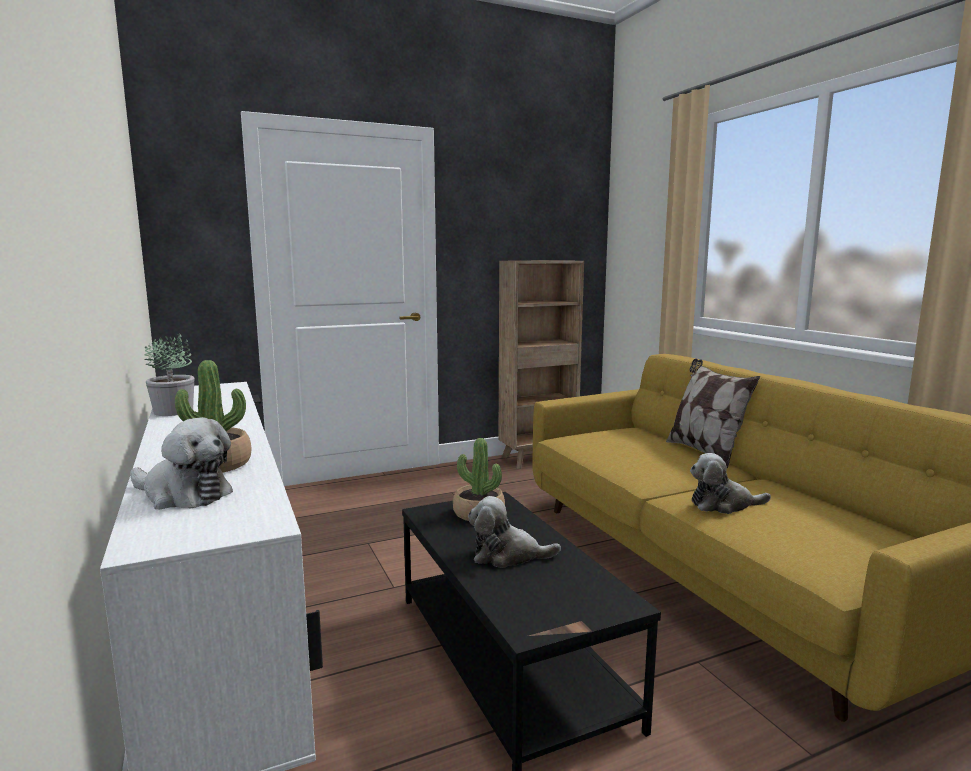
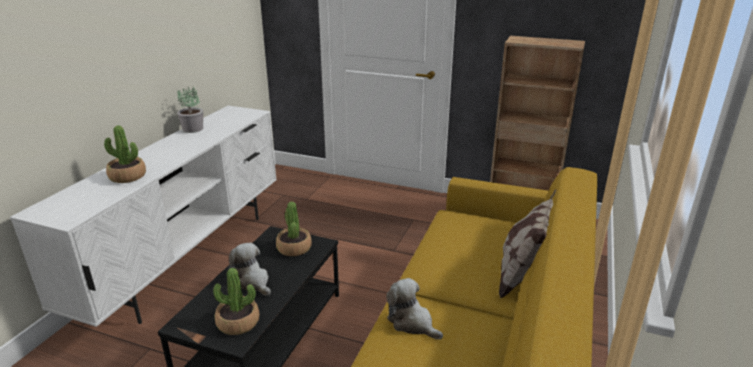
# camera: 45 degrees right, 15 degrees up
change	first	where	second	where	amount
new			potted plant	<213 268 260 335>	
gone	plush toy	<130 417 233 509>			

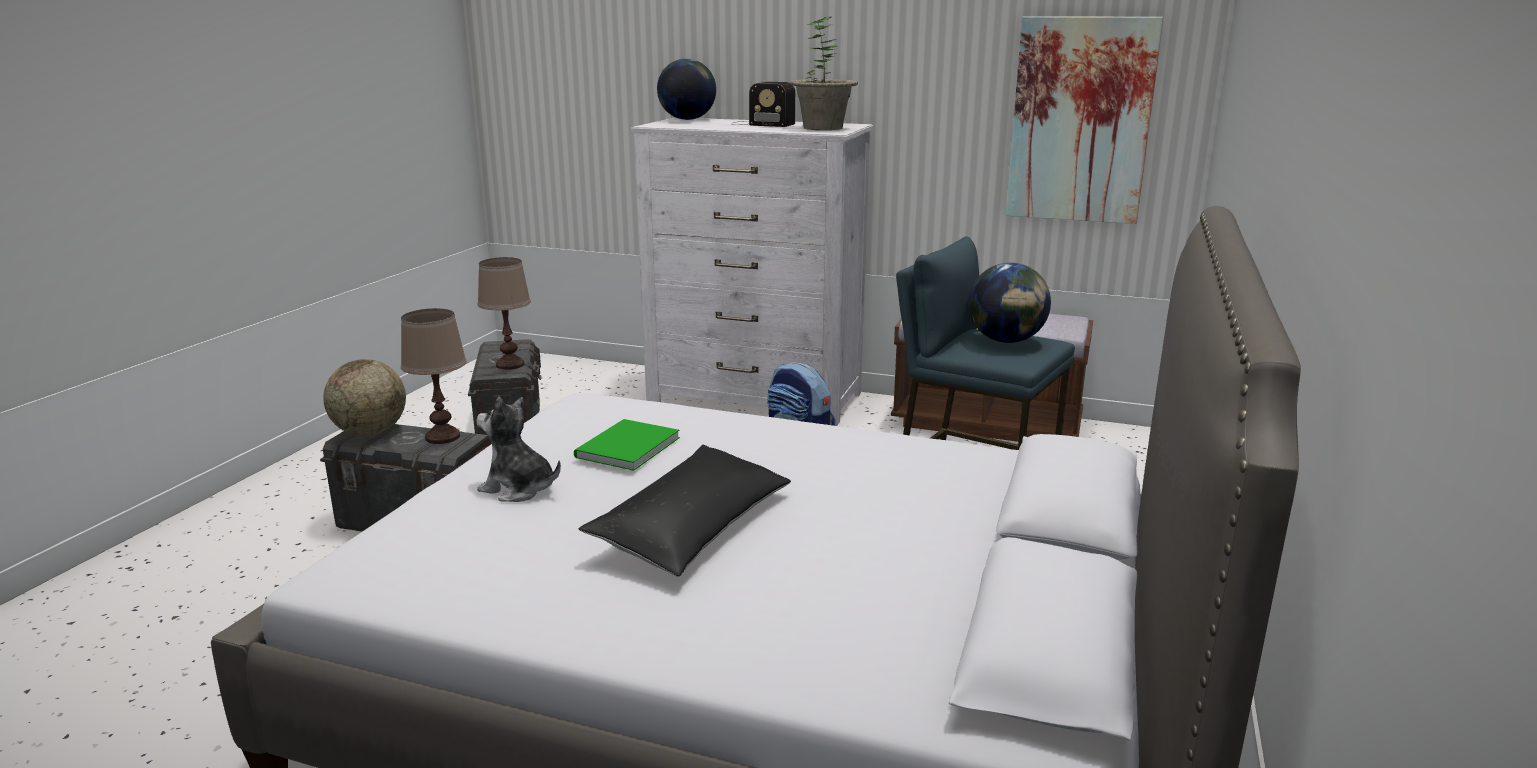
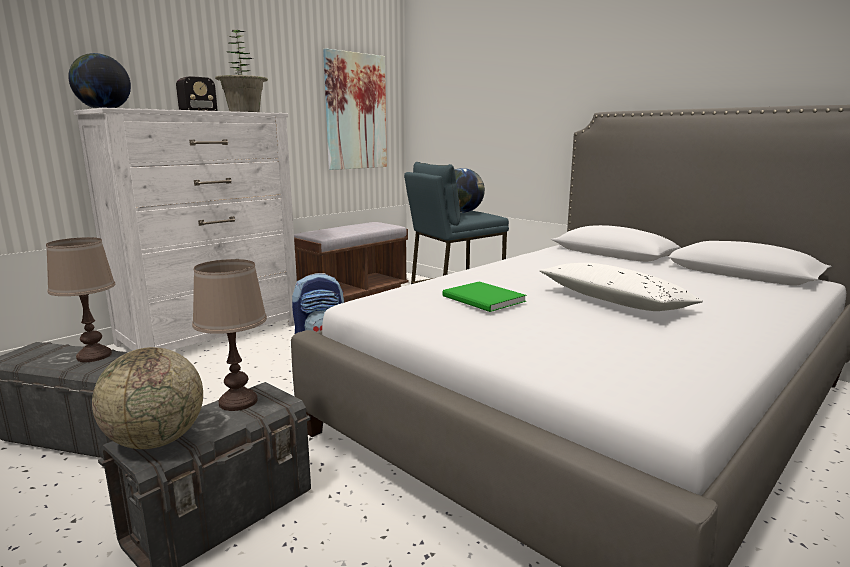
# camera: 65 degrees left, 5 degrees down
change	first	where	second	where	amount
repainted	black pillow	<578 445 791 577>	white pillow	<539 263 703 311>	
gone	plush toy	<476 397 561 502>			

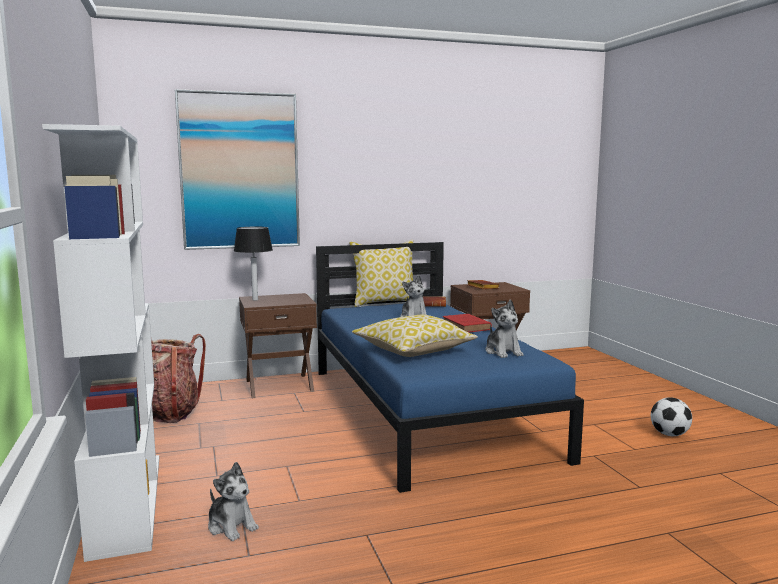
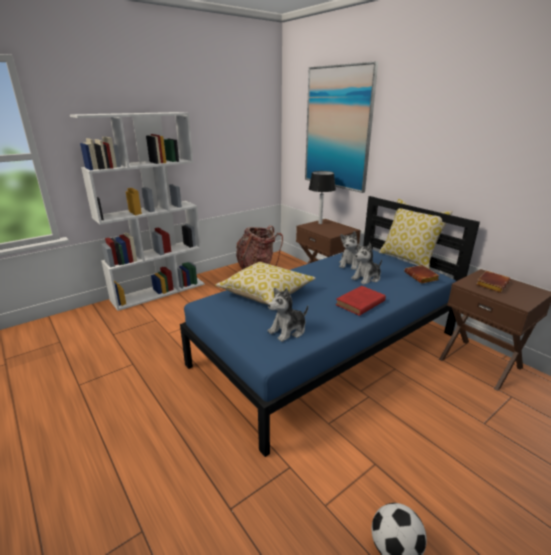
# camera: 70 degrees right, 15 degrees up
change	first	where	second	where	amount
shifted	plush toy	<208 462 259 541>		<339 231 360 270>	

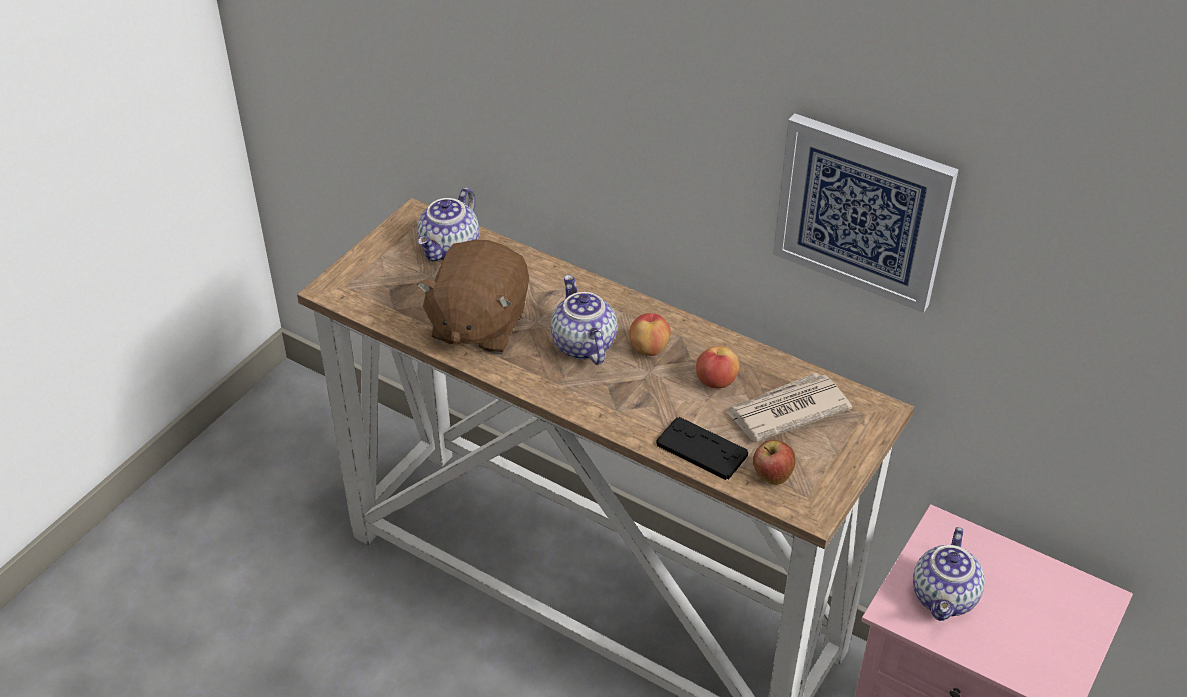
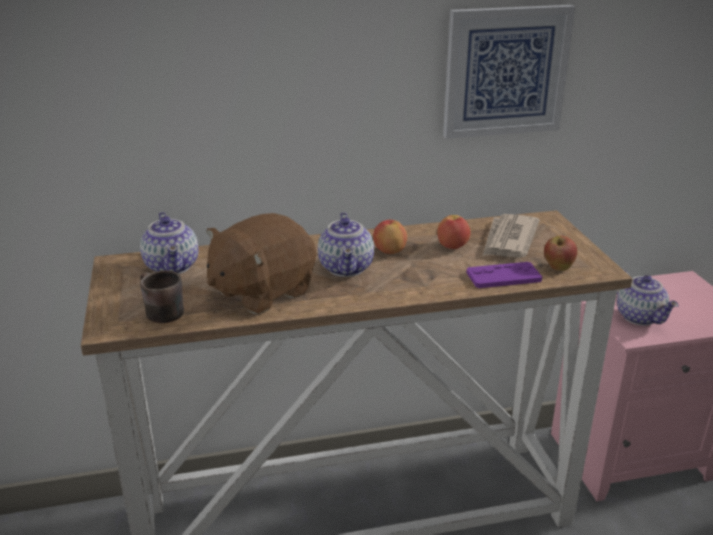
# camera: 45 degrees left, 15 degrees down
change	first	where	second	where	amount
new			brown mug	<140 270 184 323>	
rotated	brown plush toy	<417 239 529 353>		<206 213 316 314>	75 degrees clockwise
rotated	teapot	<551 275 617 365>		<318 212 374 277>	120 degrees counterclockwise
repainted	black game controller	<656 417 748 480>	purple game controller	<466 262 542 288>	

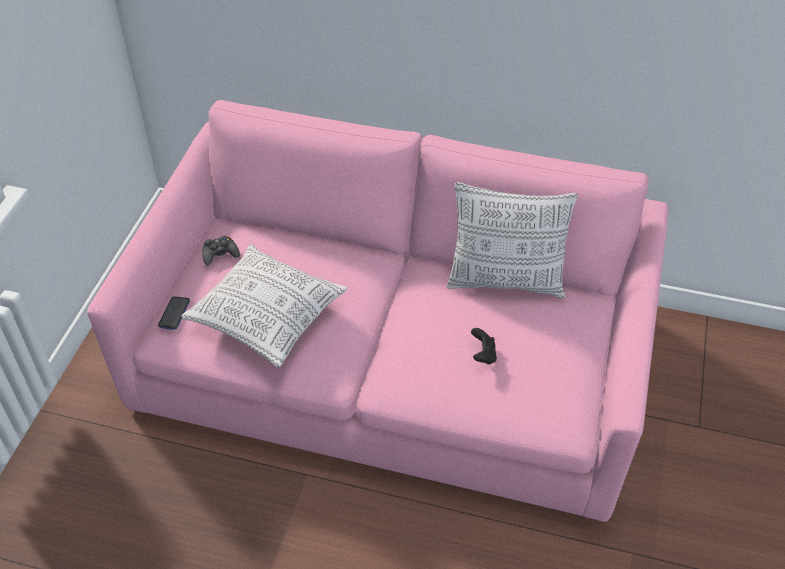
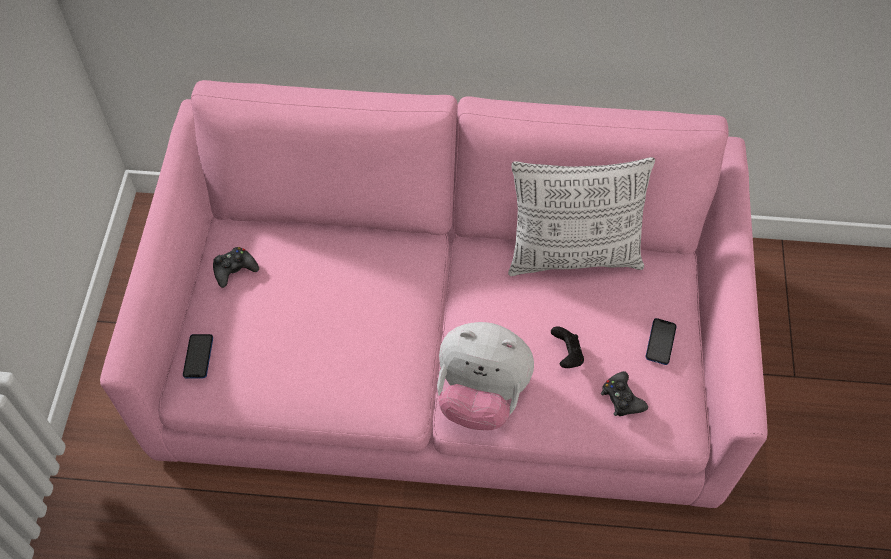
# camera: 10 degrees left, 10 degrees up
change	first	where	second	where	amount
new			plush toy	<437 322 534 430>	
new			black game controller	<601 371 648 416>	
new			phone	<645 318 677 365>	
gone	pillow	<181 244 347 368>			

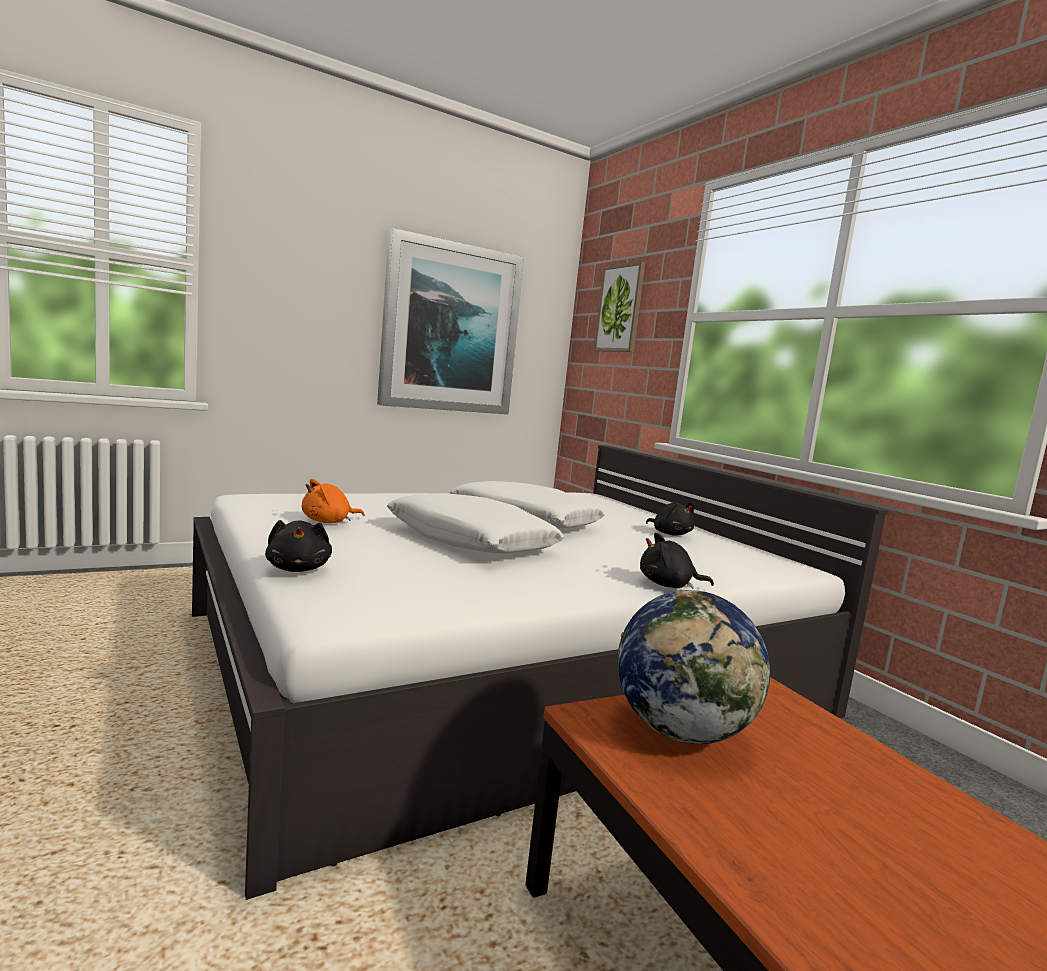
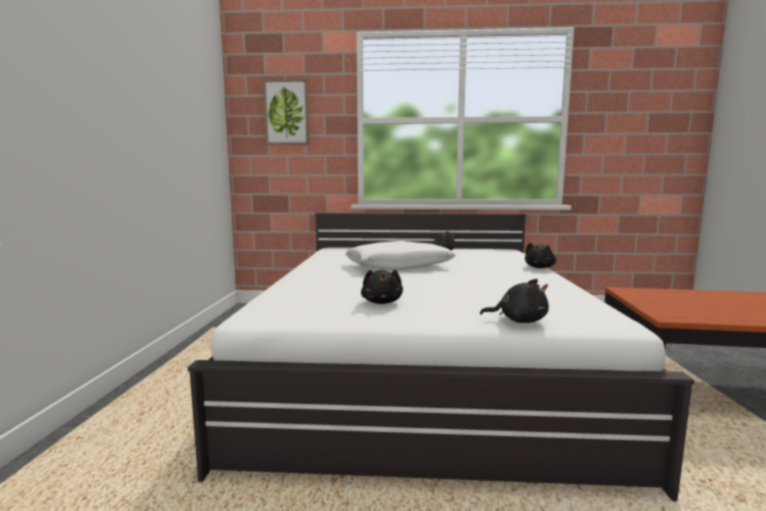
# camera: 55 degrees left, 0 degrees up
change	first	where	second	where	amount
repainted	orange plush toy	<302 479 365 523>	black plush toy	<361 269 403 304>	
gone	picture	<377 228 524 414>			
gone	white pillow	<387 494 565 554>			
gone	globe	<617 590 770 744>			

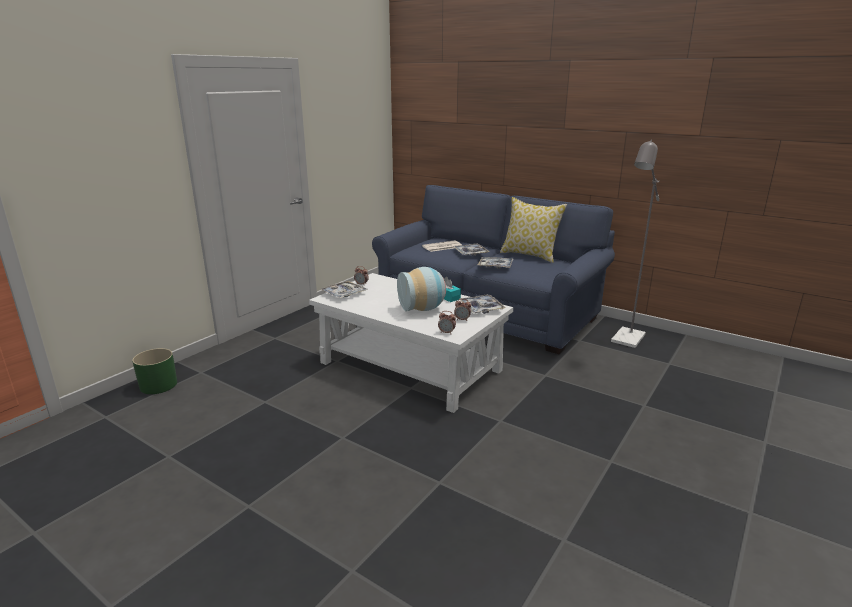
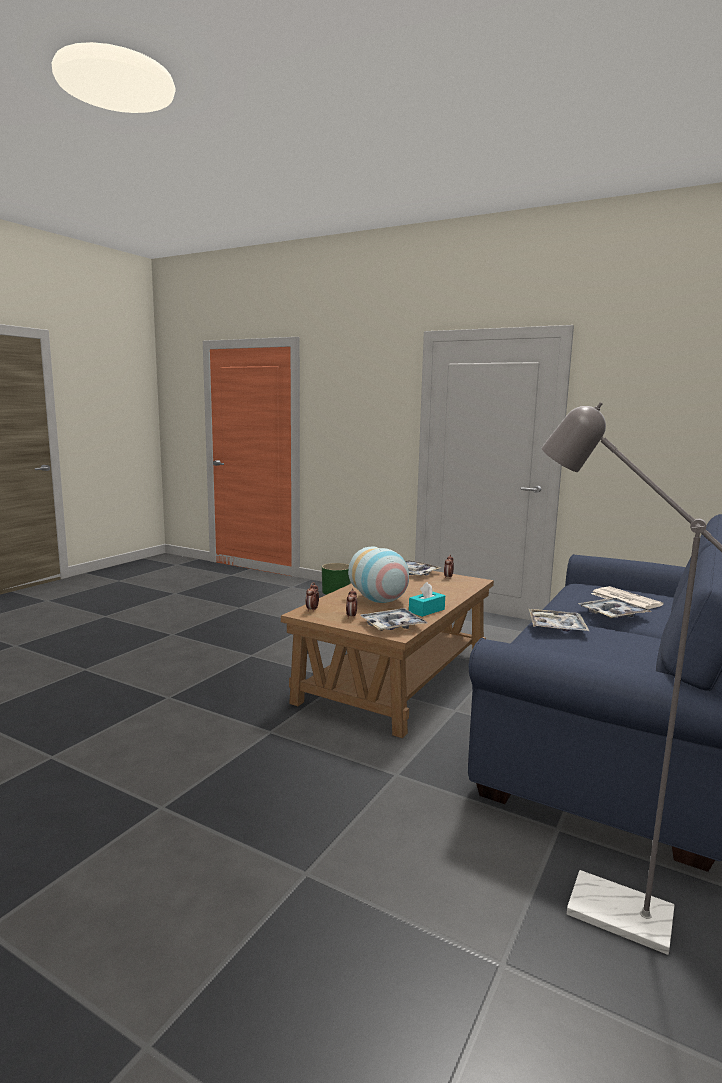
# camera: 85 degrees right, 10 degrees down
change	first	where	second	where	amount
repainted	white coffee table	<309 273 513 413>	brown coffee table	<281 571 494 738>	
gone	pillow	<500 197 567 263>			

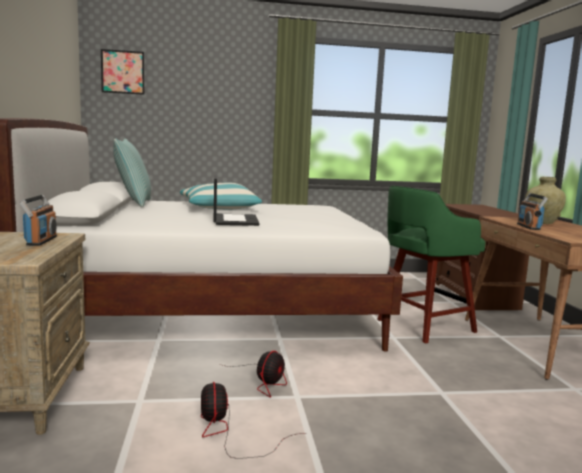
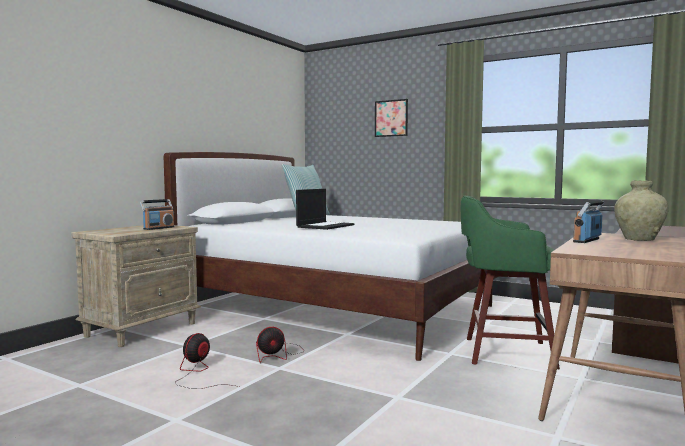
# camera: 40 degrees right, 5 degrees down
change	first	where	second	where	amount
shifted	picture	<101 49 144 95>		<375 99 408 137>	
gone	pillow	<180 182 262 209>			

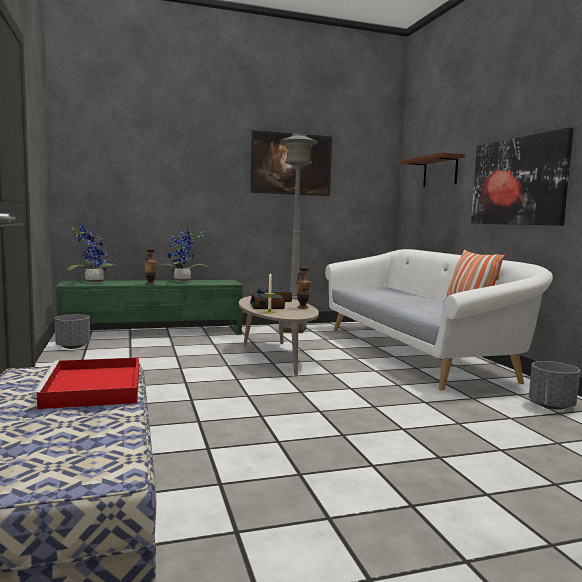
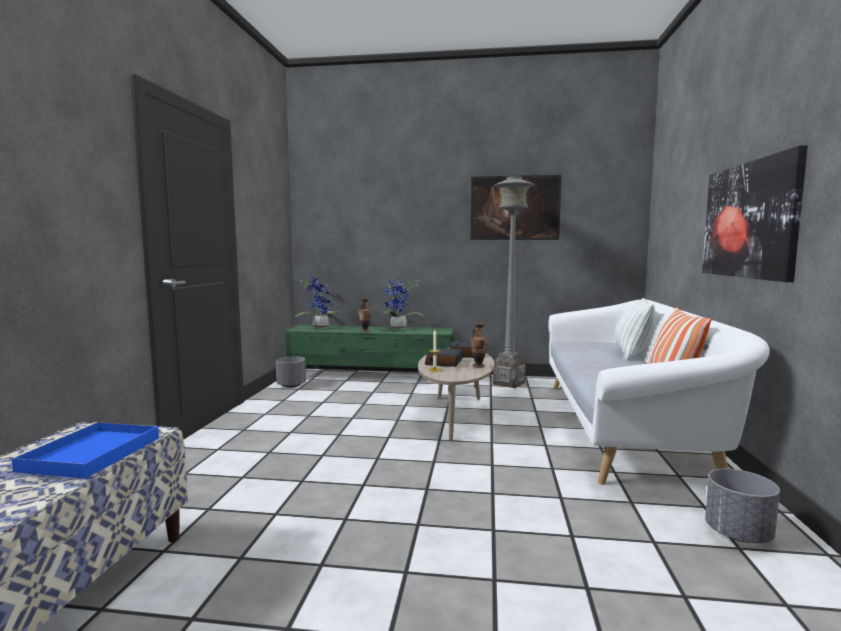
# camera: 25 degrees right, 0 degrees up
change	first	where	second	where	amount
repainted	red tray	<32 358 139 409>	blue tray	<9 422 159 479>	
new			pillow	<614 298 657 360>	
gone	brown shelf	<400 152 465 187>			

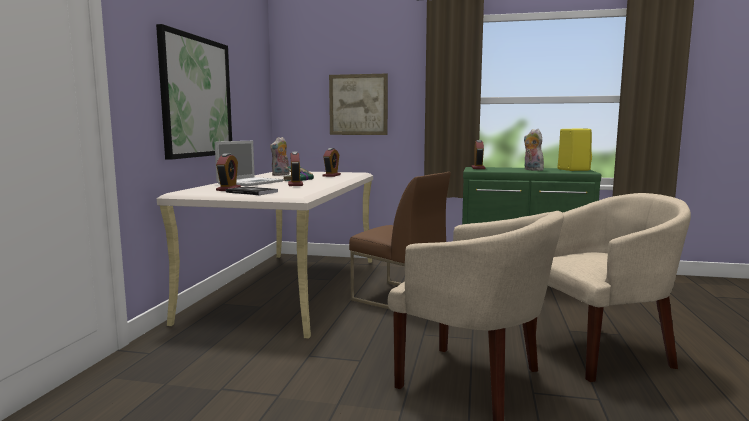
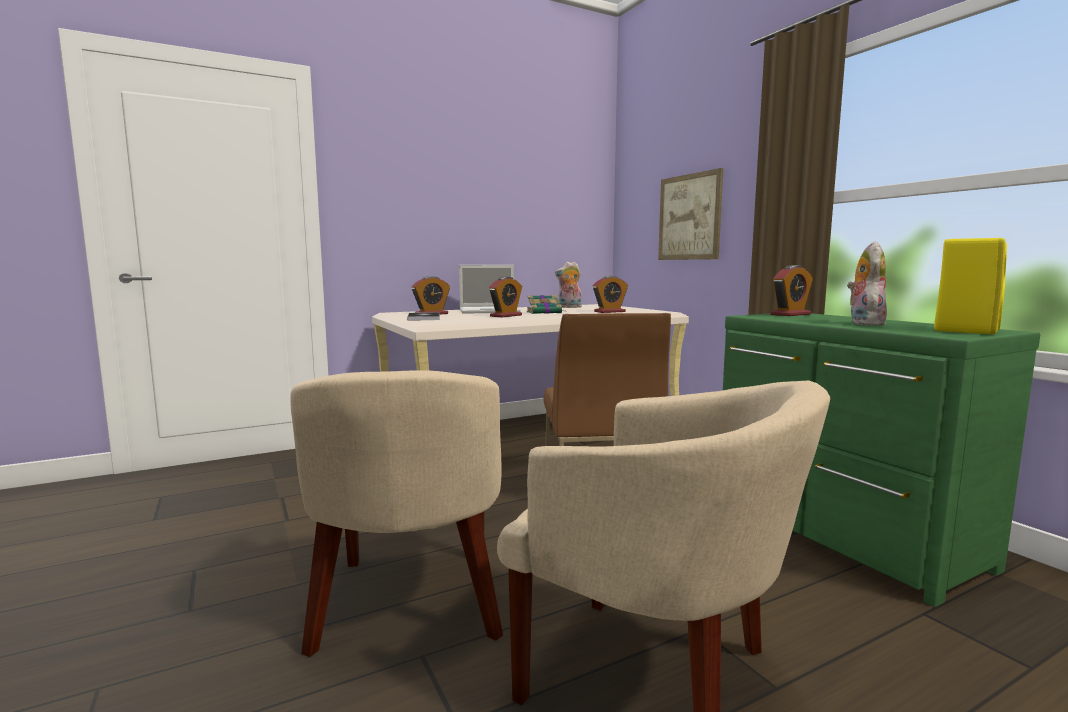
# camera: 50 degrees right, 0 degrees up
change	first	where	second	where	amount
gone	picture	<156 24 232 160>			

